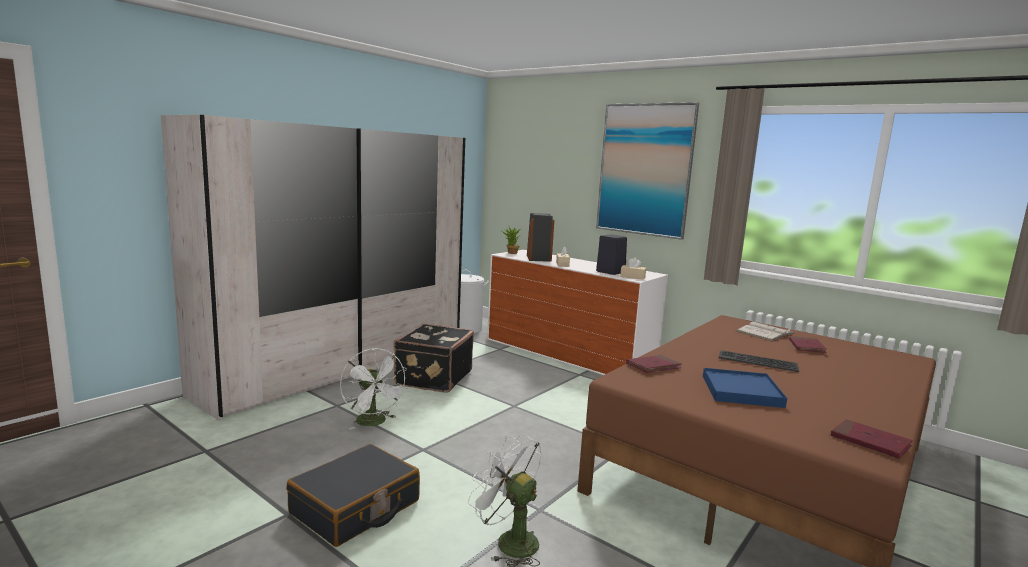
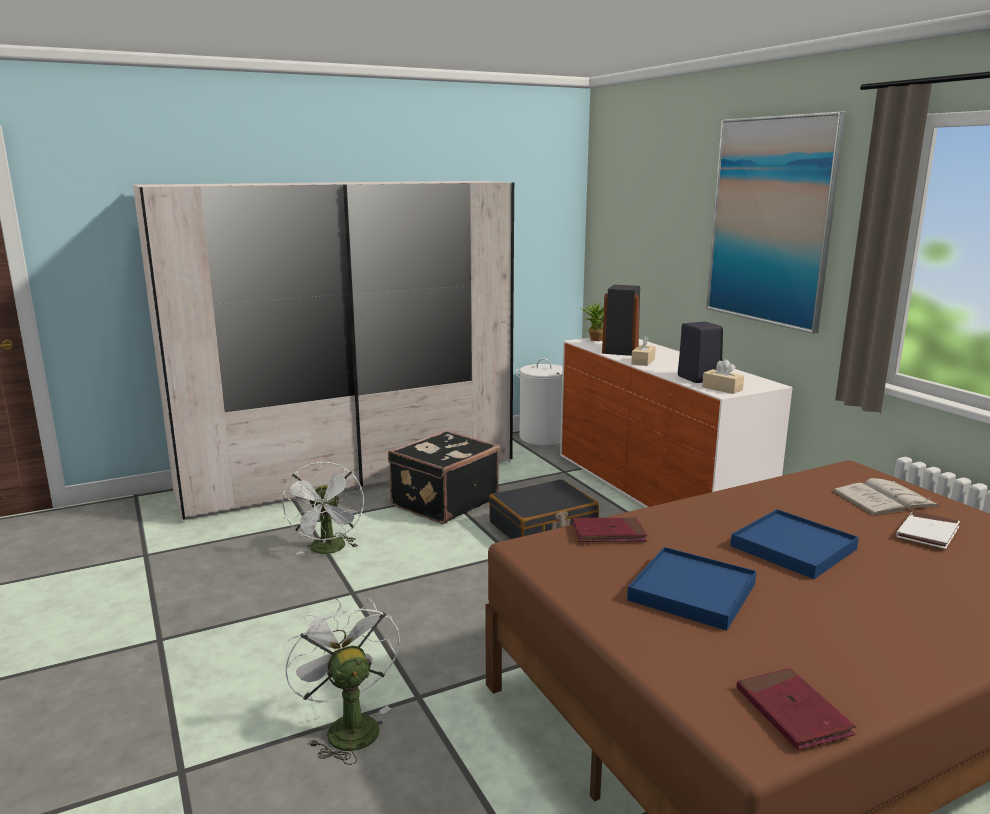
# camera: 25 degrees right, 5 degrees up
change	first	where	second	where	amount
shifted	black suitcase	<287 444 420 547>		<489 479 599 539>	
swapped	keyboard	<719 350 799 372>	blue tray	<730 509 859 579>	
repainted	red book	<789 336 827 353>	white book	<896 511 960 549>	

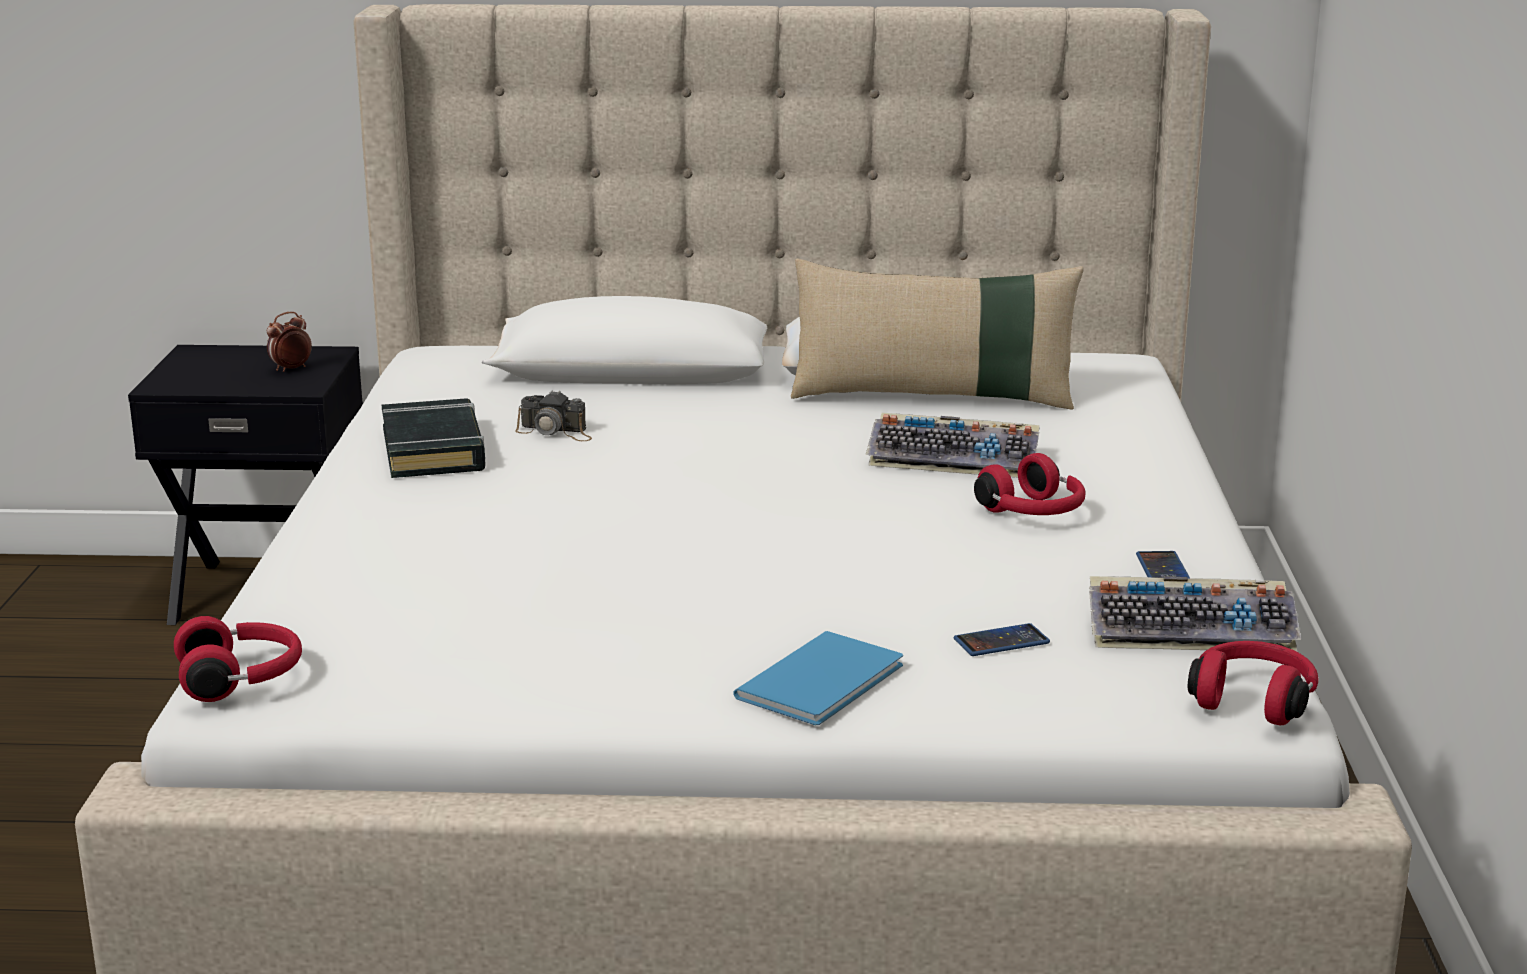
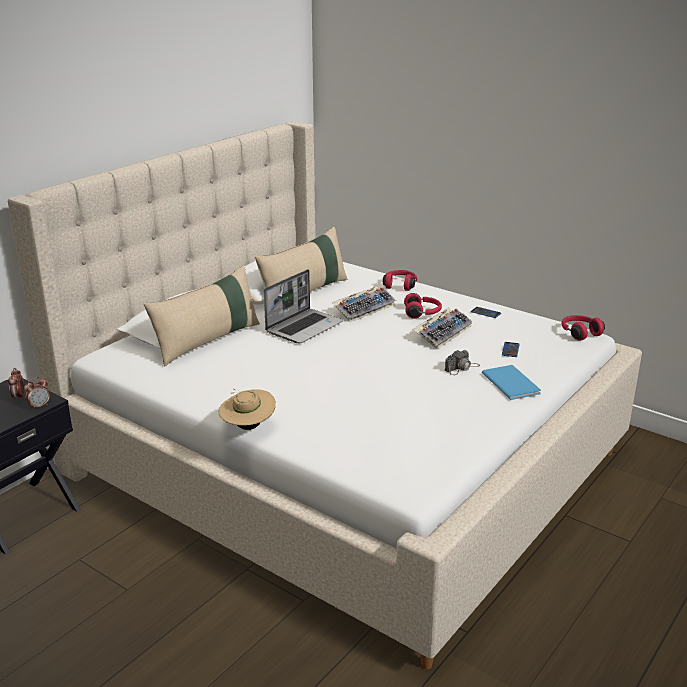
# camera: 55 degrees left, 5 degrees up
change	first	where	second	where	amount
new			alarm clock	<24 377 50 410>	
new			beige pillow	<144 265 260 366>	
new			beige hat	<219 389 276 430>	
new			laptop	<264 269 343 343>	
shifted	red headphones	<174 616 302 702>		<383 270 417 291>	
shifted	keyboard	<1089 576 1301 652>		<413 308 473 349>	
shifted	photo camera	<515 390 592 441>		<445 350 480 375>	
gone	black book	<382 398 485 478>			

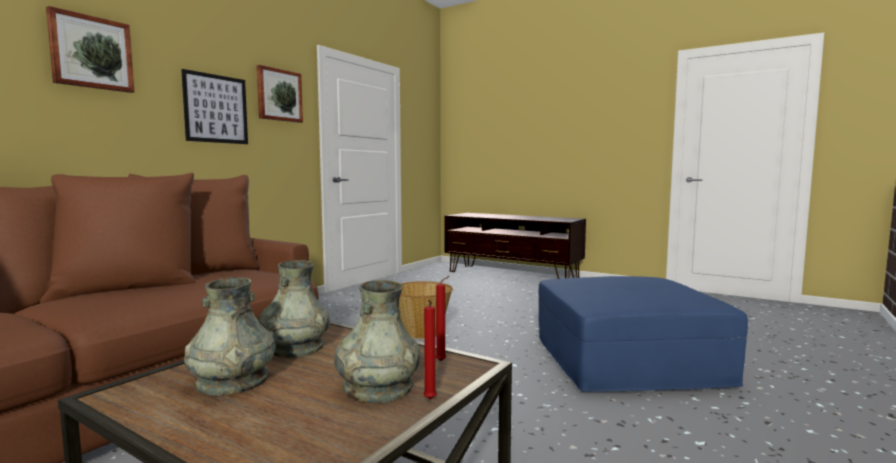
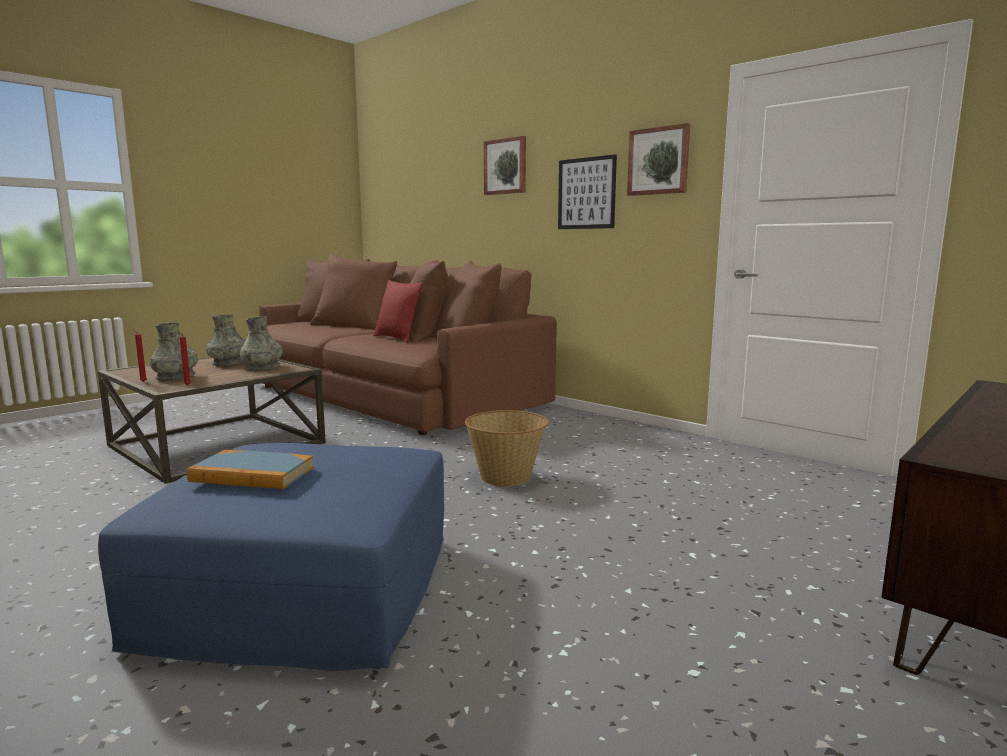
# camera: 100 degrees right, 5 degrees up
change	first	where	second	where	amount
new			book	<187 450 314 489>	
new			red pillow	<373 280 424 343>	

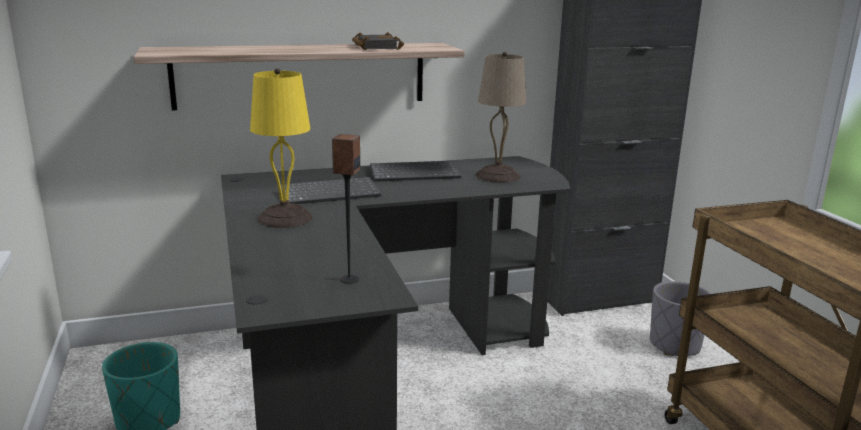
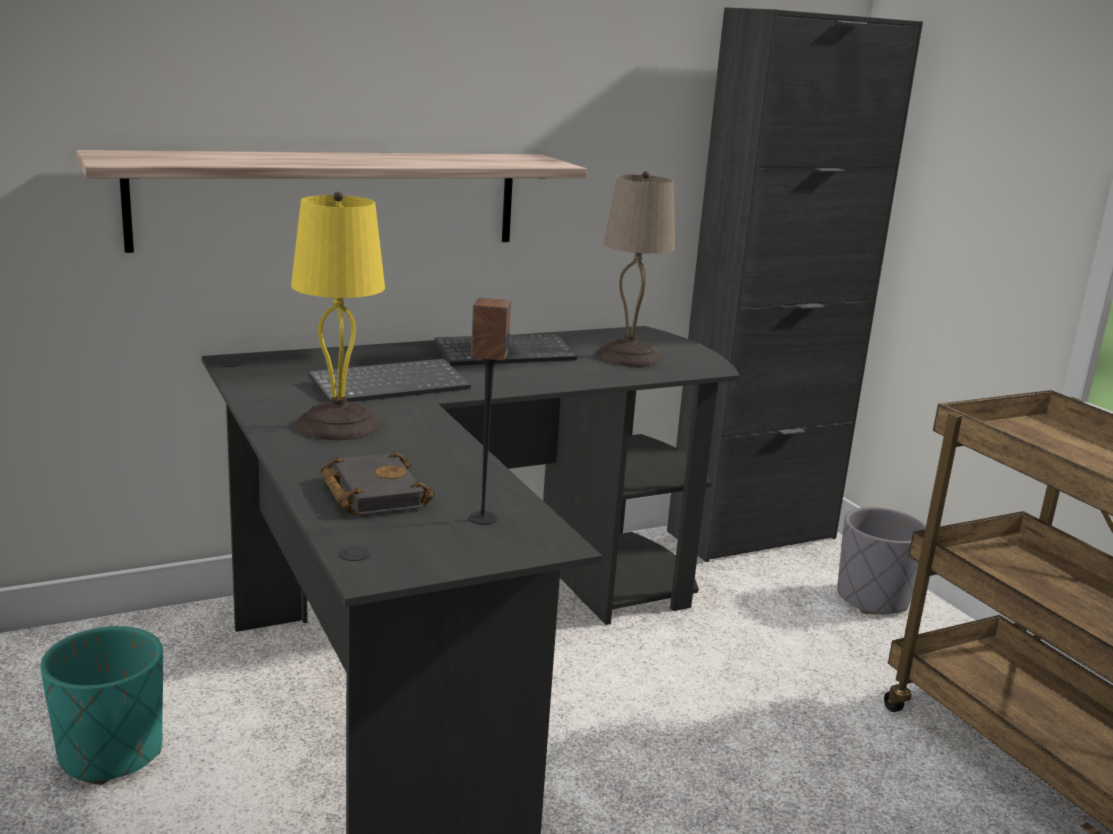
# camera: 10 degrees left, 0 degrees up
change	first	where	second	where	amount
shifted	black book	<352 32 404 50>		<320 451 434 515>	

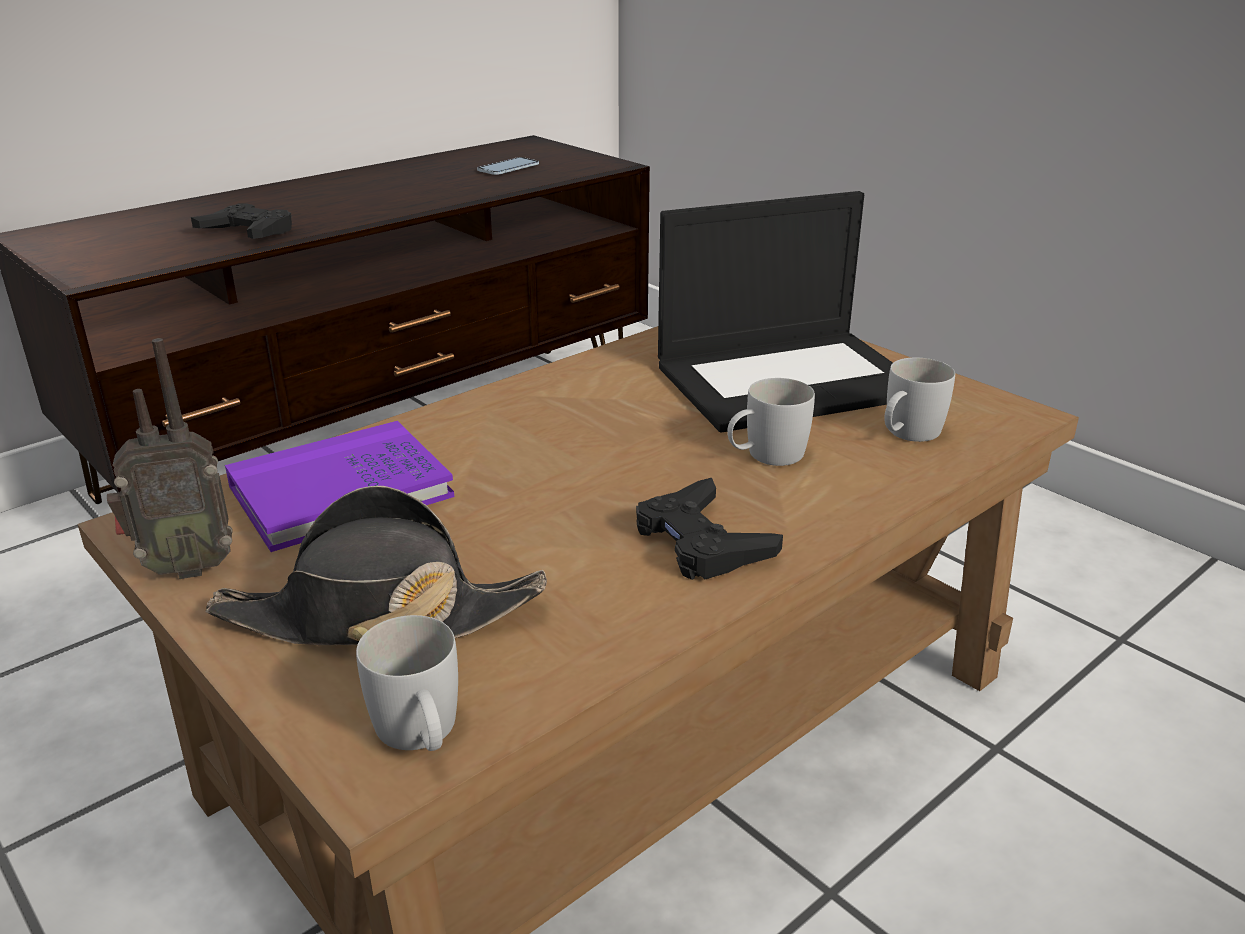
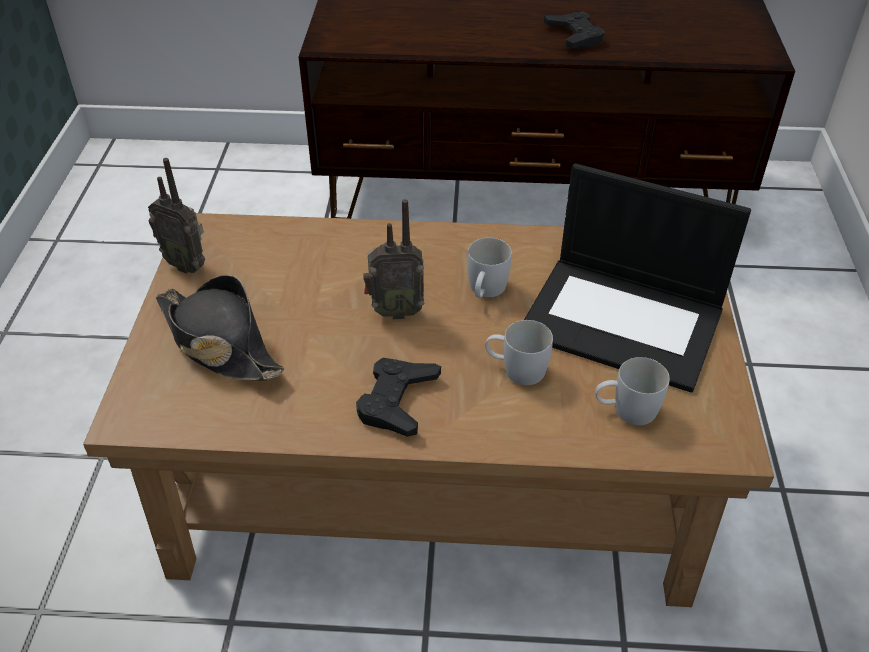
# camera: 45 degrees right, 15 degrees up
change	first	where	second	where	amount
new			radio	<363 199 424 319>	
shifted	white mug	<356 615 458 751>		<468 238 512 298>	
shifted	black game controller	<191 204 292 239>		<544 12 604 48>	
gone	purple book	<225 421 454 552>			
gone	phone	<477 157 539 175>			

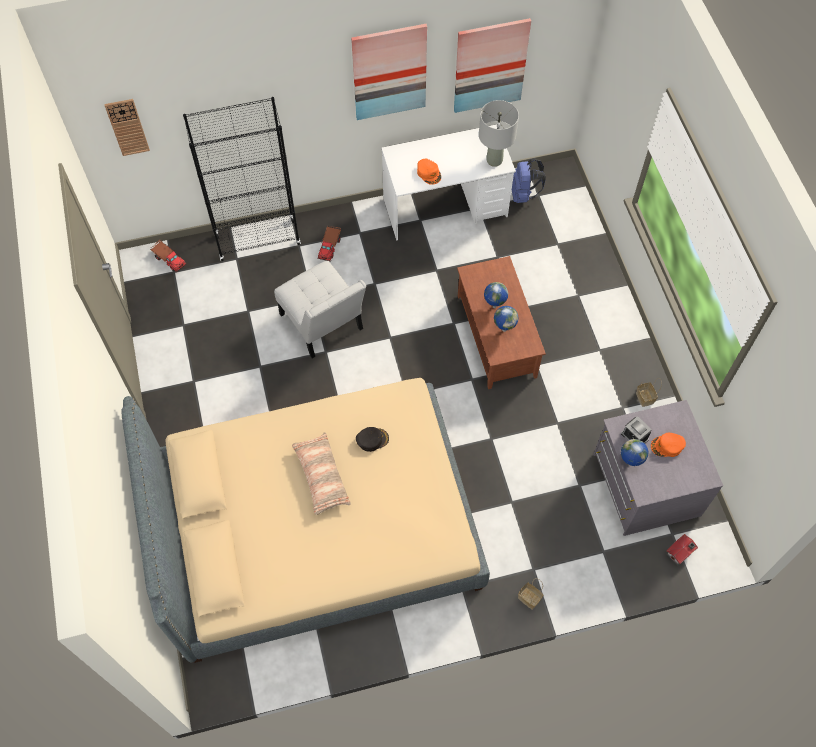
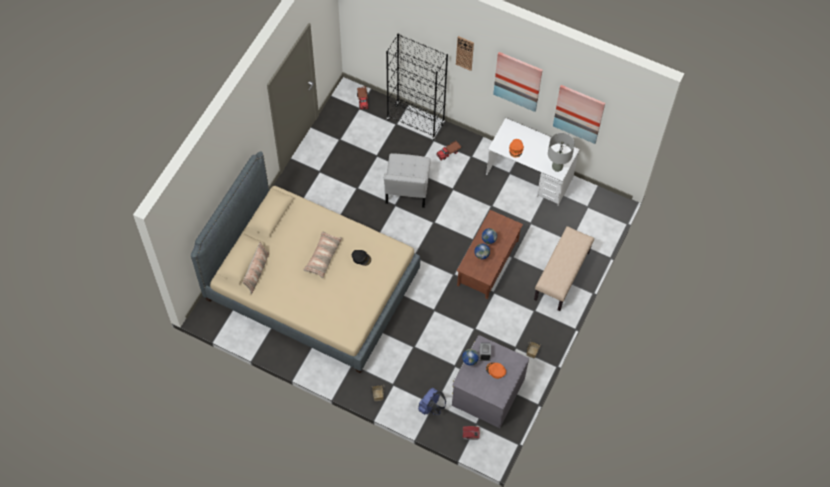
# camera: 40 degrees right, 0 degrees up
change	first	where	second	where	amount
new			pillow	<243 242 269 294>	
shifted	blue backpack	<512 158 546 203>		<418 388 446 415>	
shifted	wall clock	<104 99 150 156>		<456 36 474 71>	
new			beige bench	<534 226 594 311>	

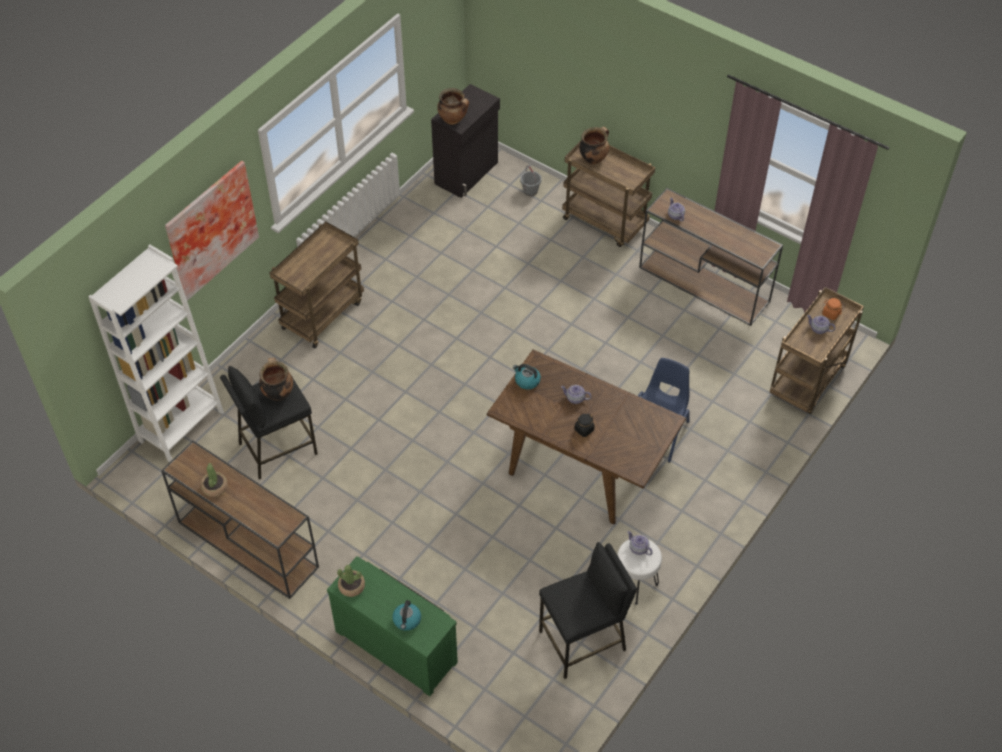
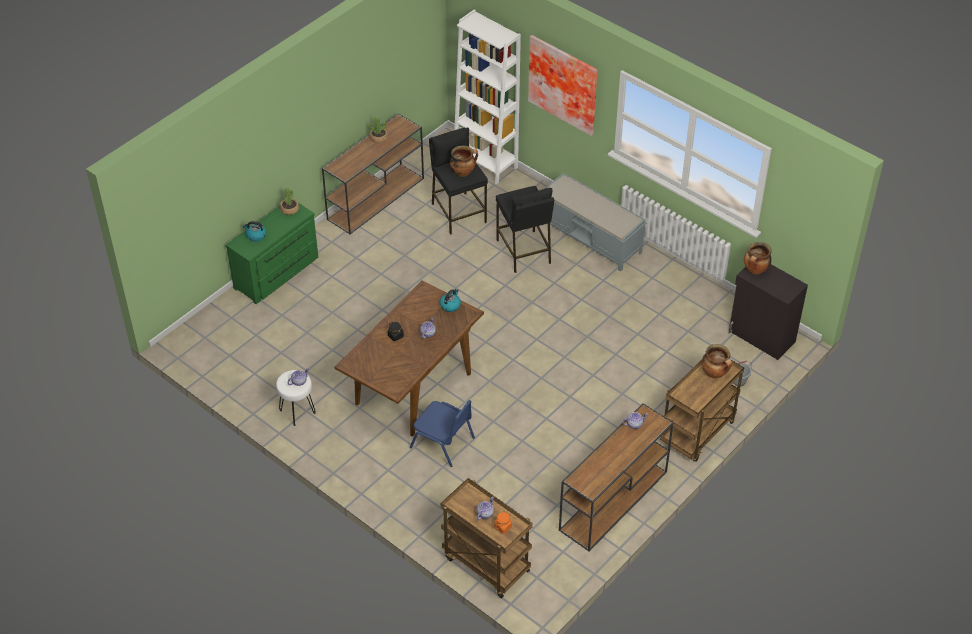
# camera: 95 degrees right, 5 degrees down
change	first	where	second	where	amount
shifted	black stool	<539 542 637 679>		<496 186 554 273>	
swapped	brown cart	<270 222 364 348>	grey bench	<546 173 646 271>	

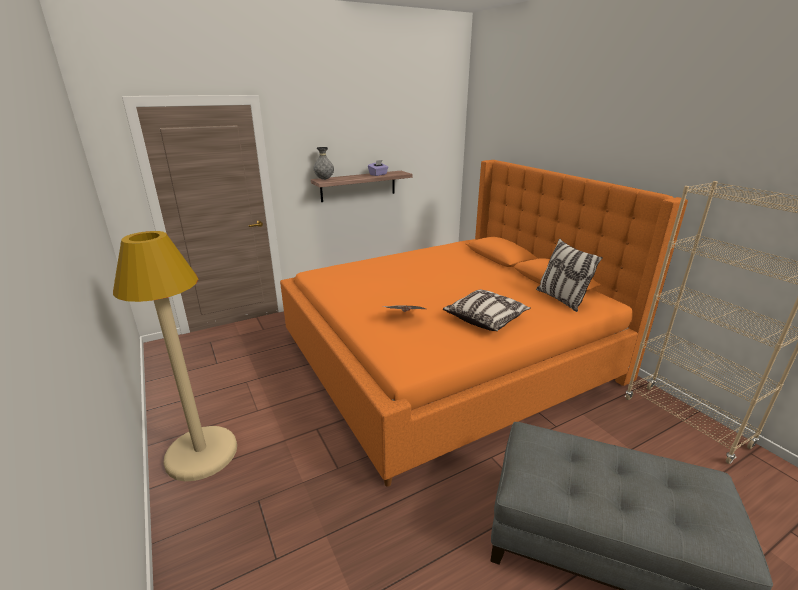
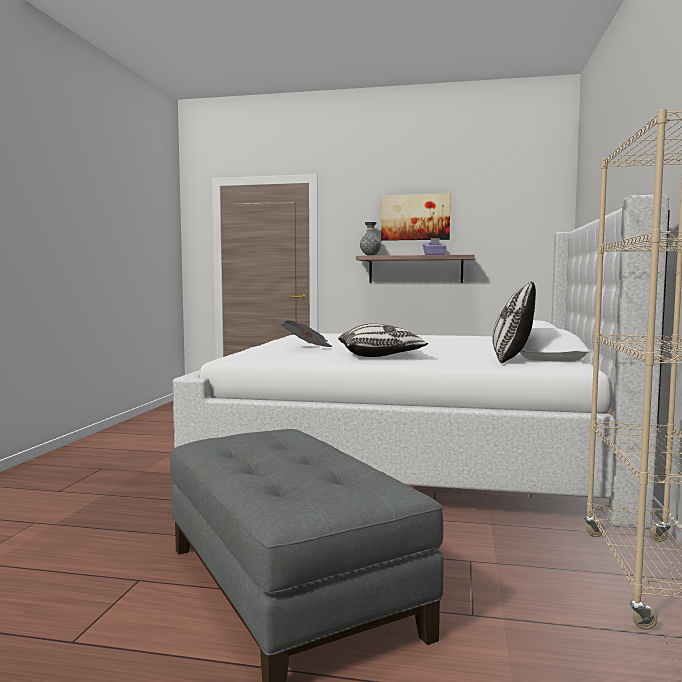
# camera: 40 degrees right, 20 degrees down
change	first	where	second	where	amount
repainted	orange bed	<280 160 688 487>	white bed	<173 194 670 529>	
new			picture	<381 193 450 241>	
gone	beige floor lamp	<113 231 237 481>			

